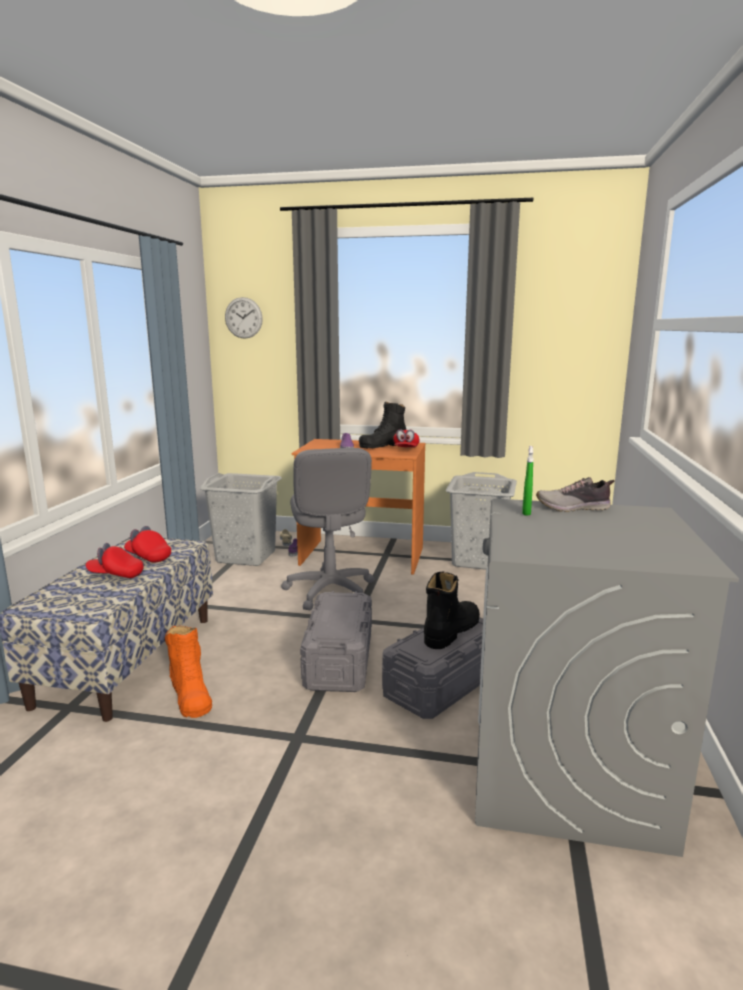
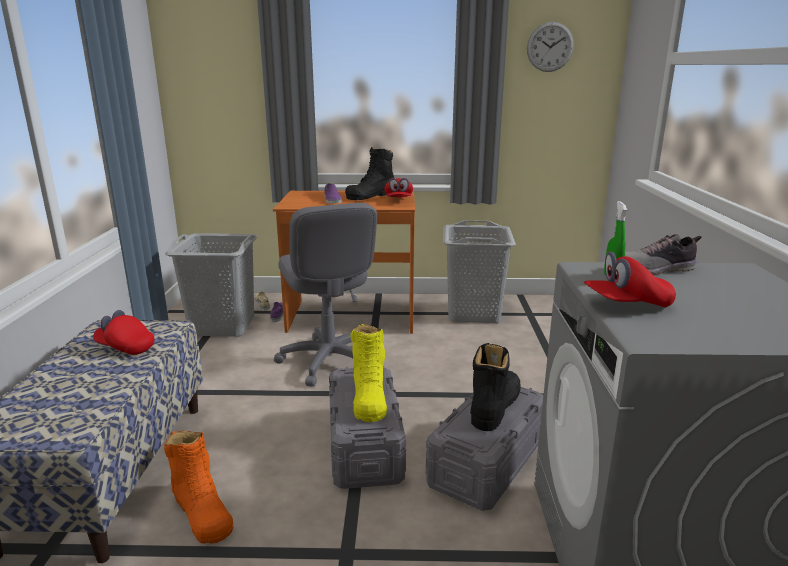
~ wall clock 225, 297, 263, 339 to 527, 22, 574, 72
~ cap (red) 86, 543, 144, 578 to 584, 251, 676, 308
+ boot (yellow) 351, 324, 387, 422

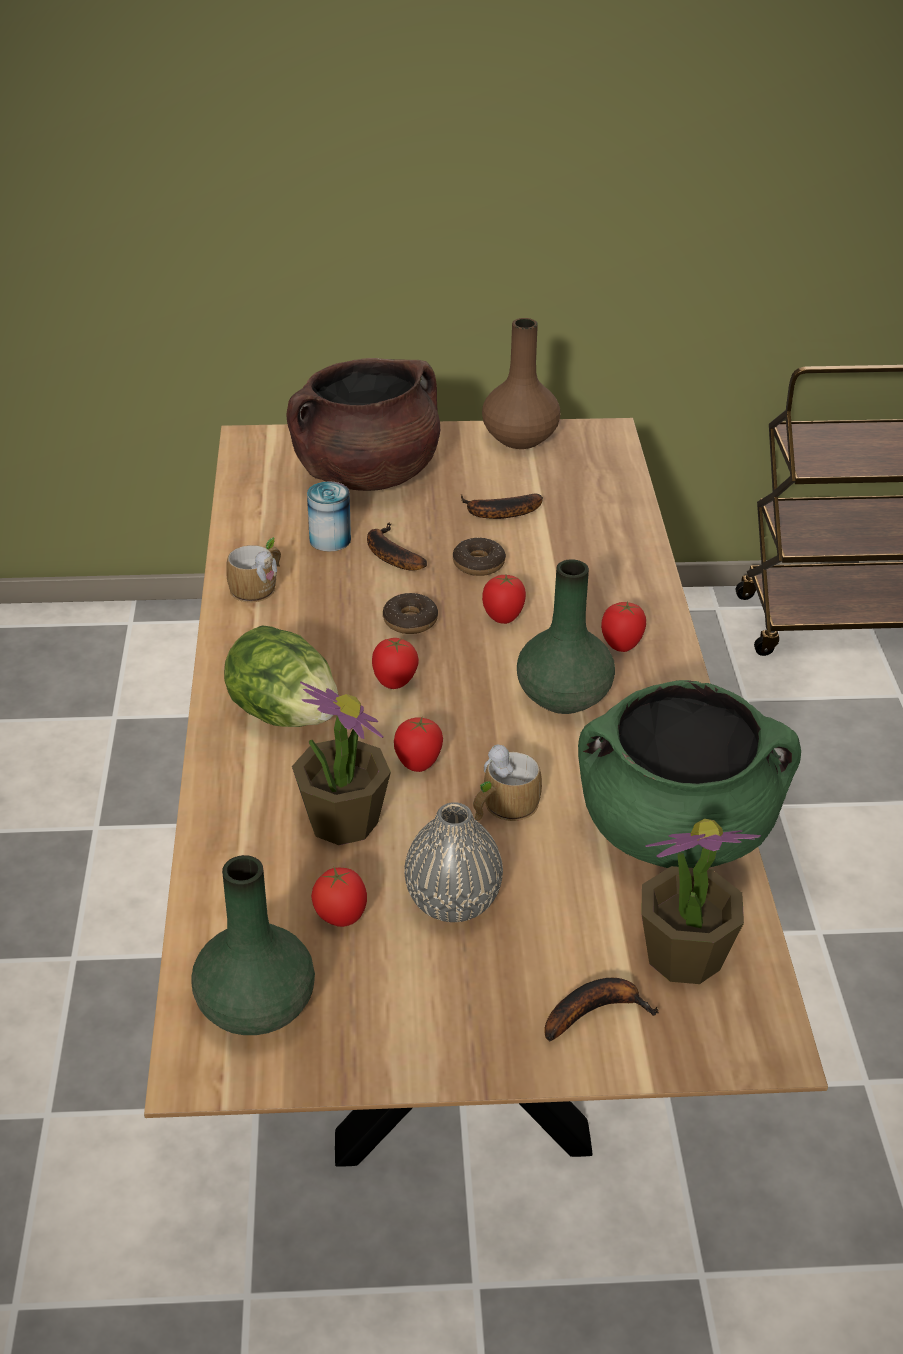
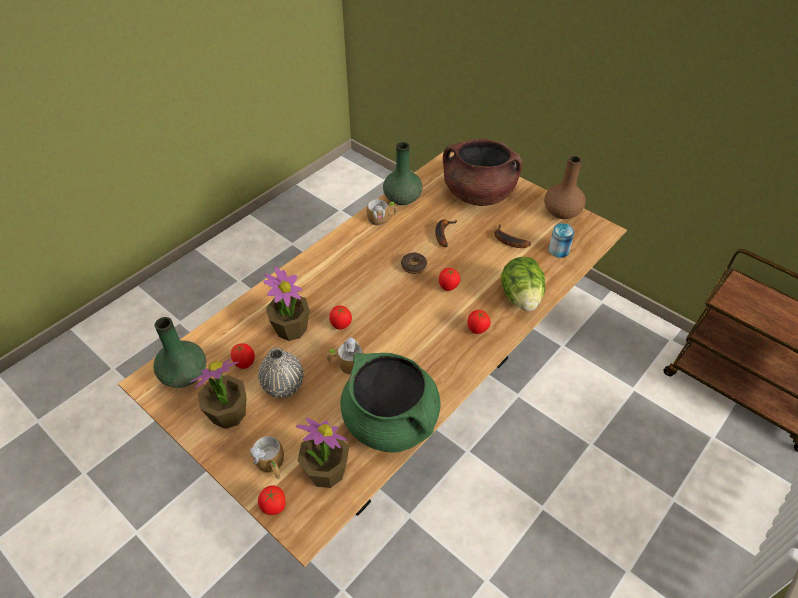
~ can 307, 481, 351, 552 to 549, 223, 575, 258
- donut 453, 538, 506, 576
~ vase (green) 517, 559, 615, 714 to 383, 142, 422, 205
~ lettuce 224, 625, 338, 727 to 501, 257, 545, 311
~ tomato 372, 638, 419, 689 to 258, 485, 286, 515
~ banana 544, 978, 659, 1042 to mug 249, 436, 284, 480
+ potted plant 190, 359, 247, 429

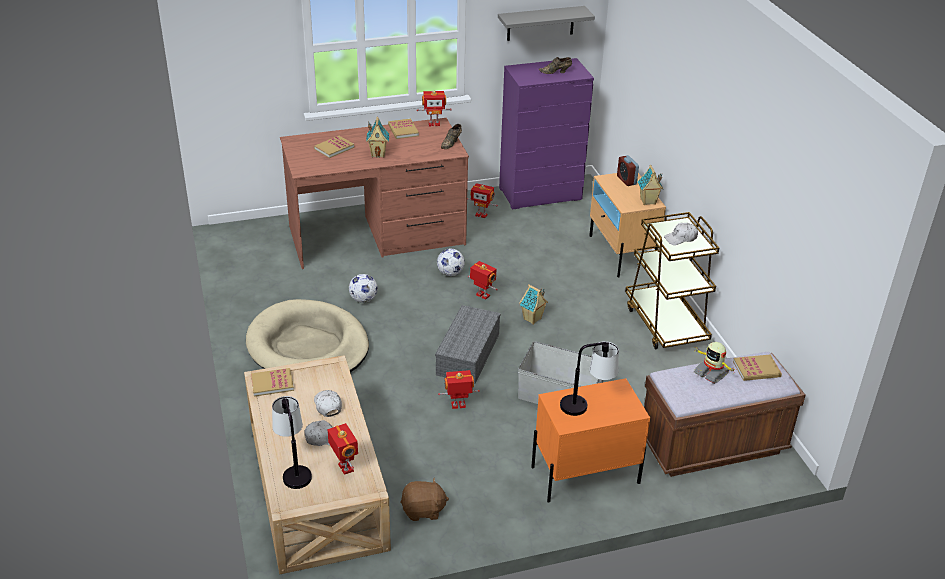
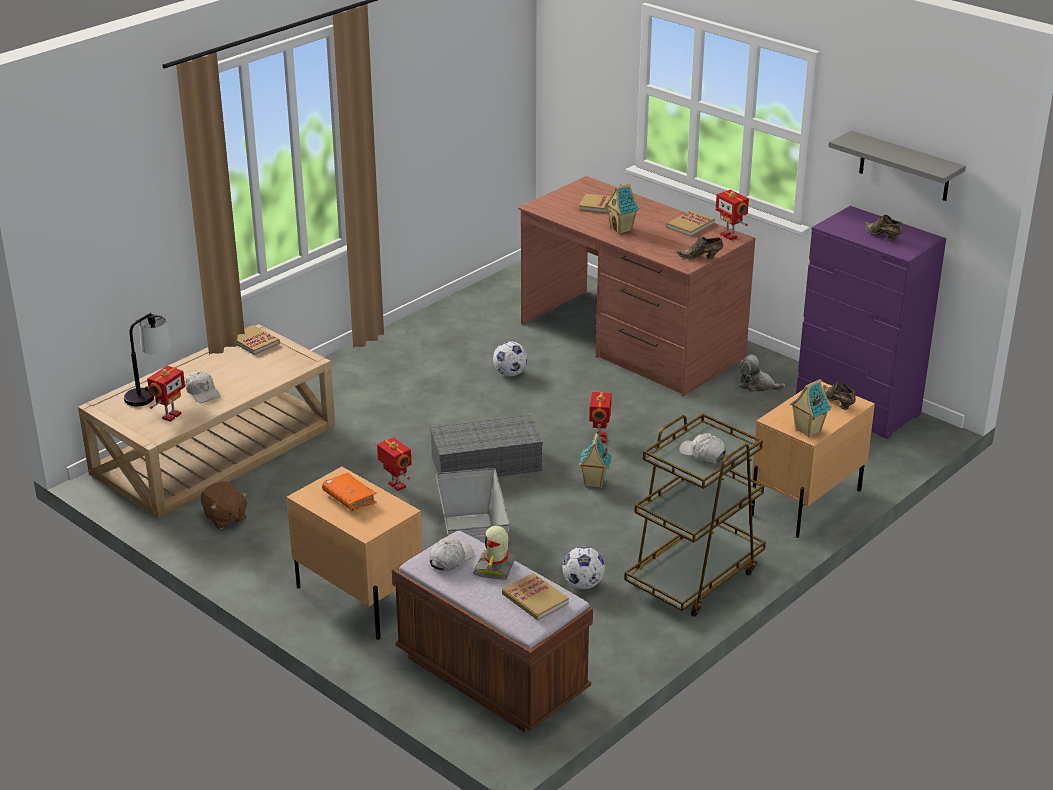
~ alarm clock 617, 155, 639, 186 to shoe (brown) 823, 381, 856, 410
~ toy robot 467, 183, 498, 218 to plush toy 739, 355, 785, 392
~ football 437, 249, 465, 276 to 562, 547, 605, 589
- dog bed (beige) 246, 299, 369, 373
~ table lamp 560, 341, 619, 416 to book (orange) 322, 473, 377, 511
~ nightstand (orange) 531, 378, 650, 503 to nightstand (beige) 286, 467, 422, 640
~ cap (white) 314, 390, 342, 417 to 430, 538, 474, 571

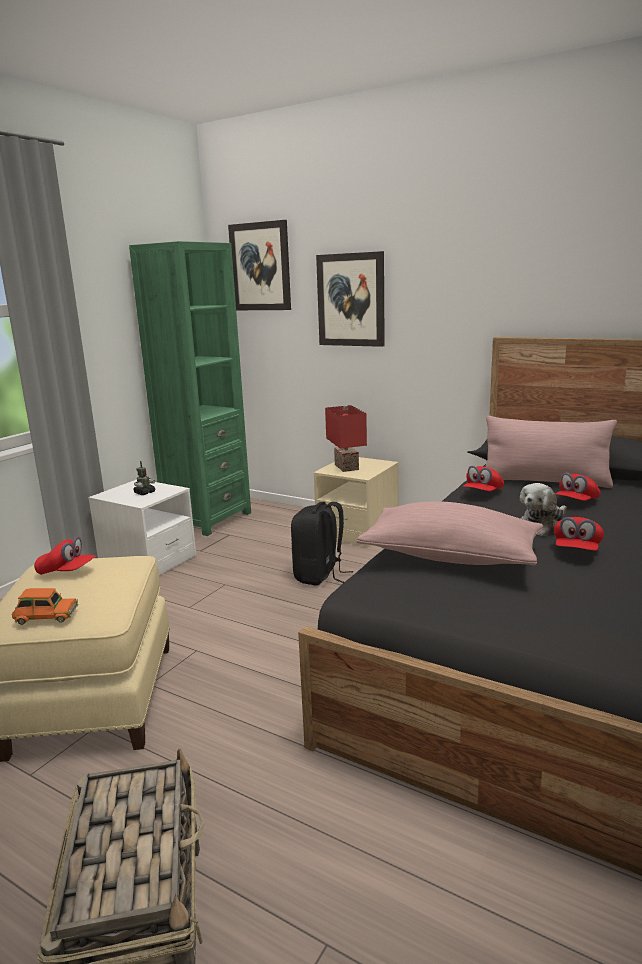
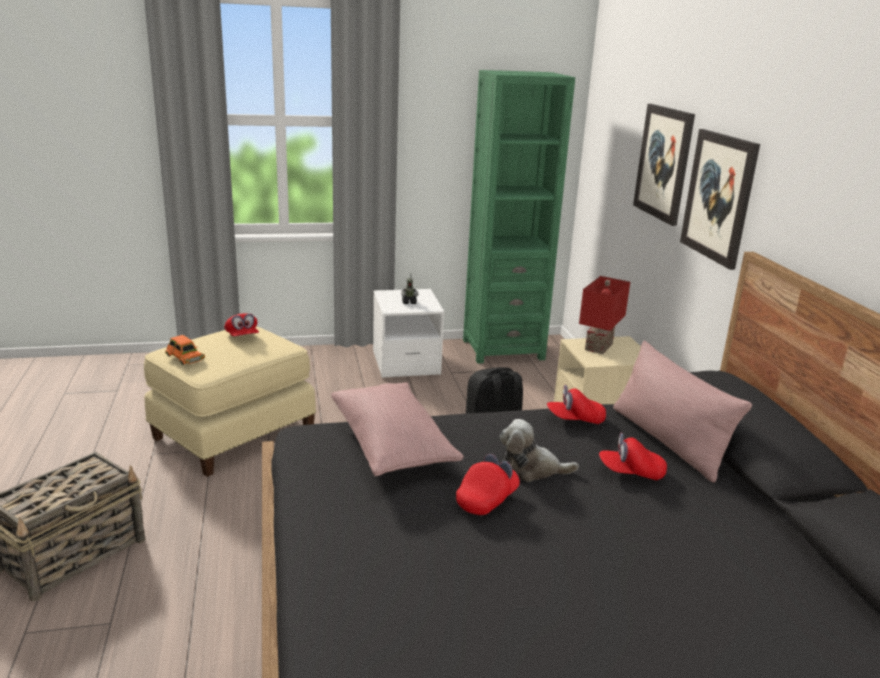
~ picture 228, 220, 291, 310 to 680, 129, 760, 270
~ cap (red) 554, 517, 604, 551 = 456, 454, 520, 515 150 degrees clockwise

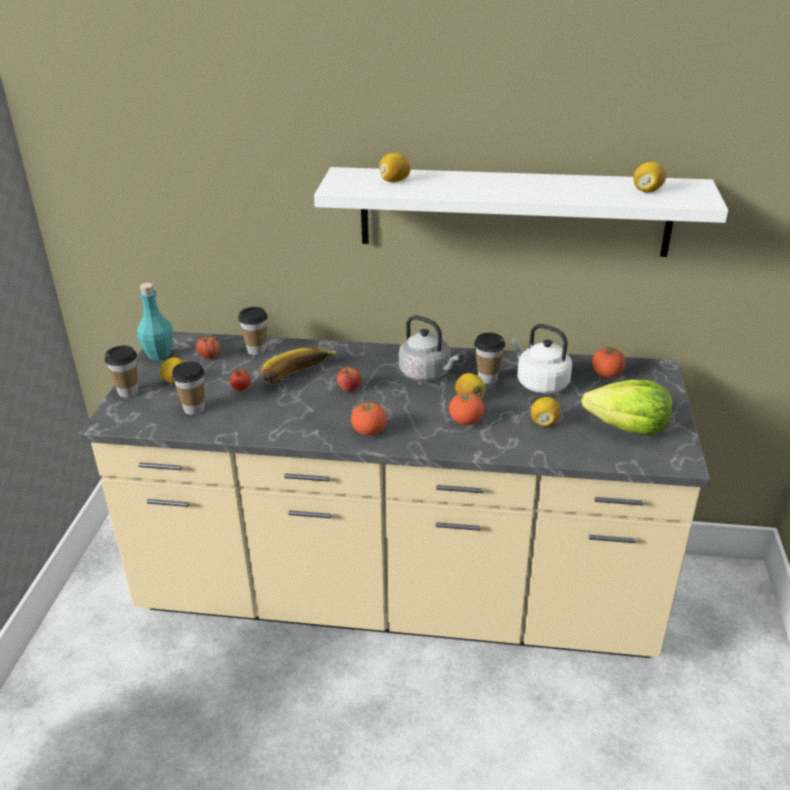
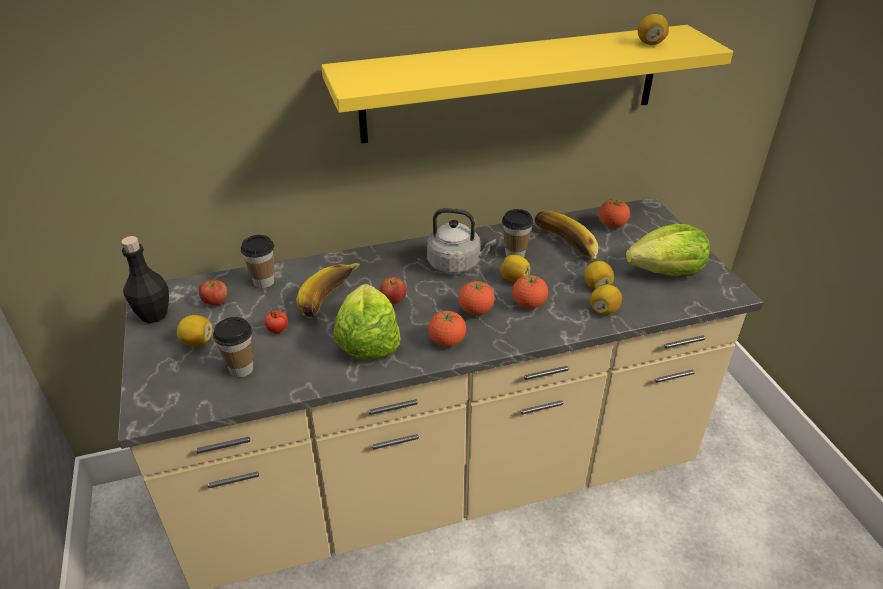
~ lemon 379, 153, 410, 182 to 590, 285, 622, 315
~ shelf (white) 314, 167, 728, 257 to shelf (yellow) 321, 25, 733, 144
~ bottle (turquoise) 137, 283, 173, 360 to bottle (black) 121, 236, 169, 323
~ kettle (white) 512, 324, 572, 394 to banana 535, 211, 598, 260
- cup 104, 345, 138, 397
+ tomato 458, 281, 495, 315
+ lettuce 334, 284, 401, 360

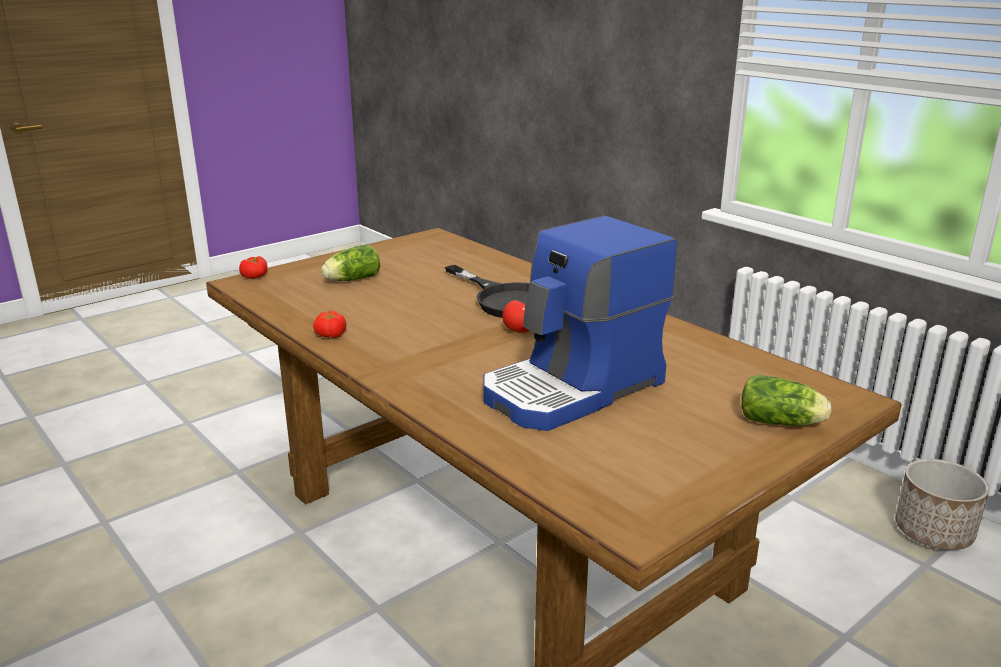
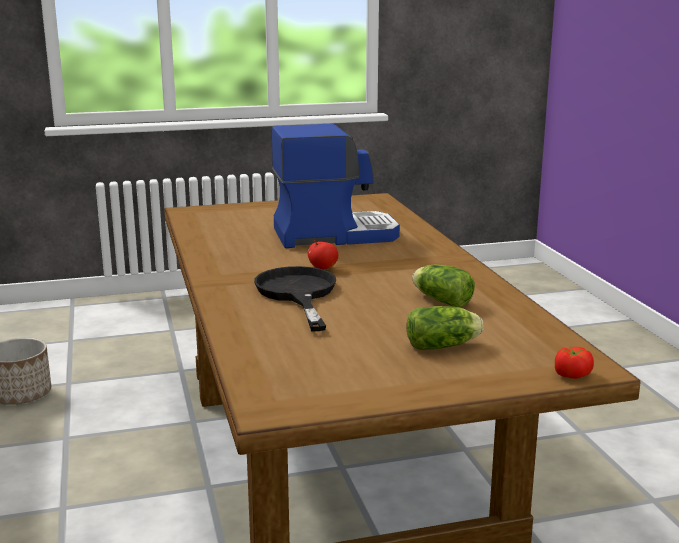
- tomato 313, 311, 346, 338
~ lettuce 742, 375, 831, 426 to 412, 264, 475, 307

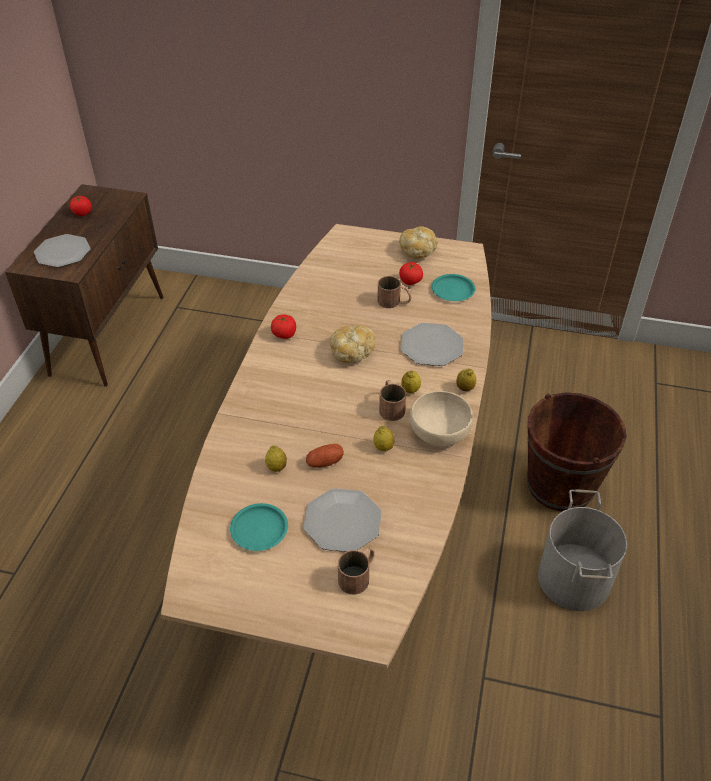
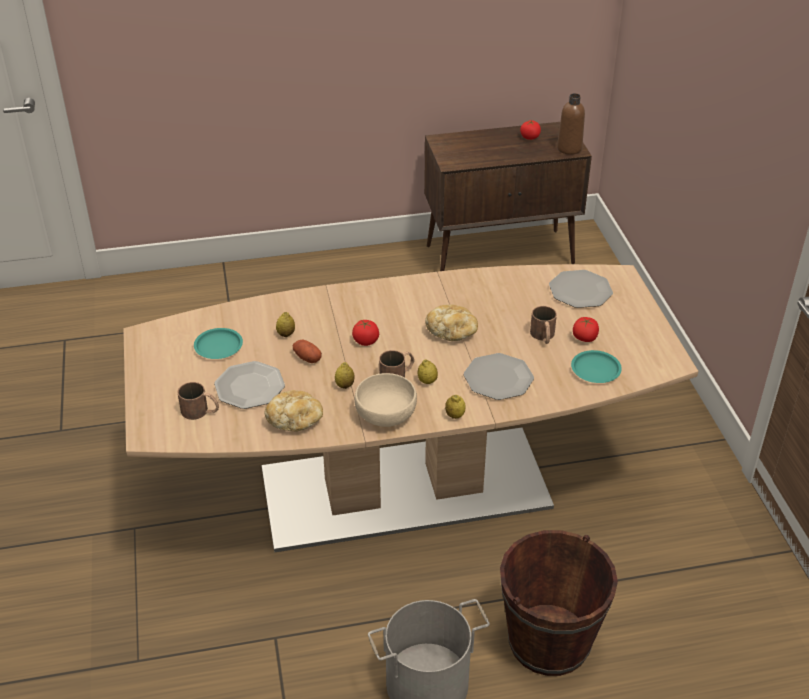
~ bread 399, 226, 438, 259 to 264, 390, 323, 432
~ plate 34, 234, 91, 267 to 549, 270, 613, 308
~ tomato 271, 314, 296, 339 to 352, 320, 379, 346
+ bottle (brown) 557, 93, 585, 155

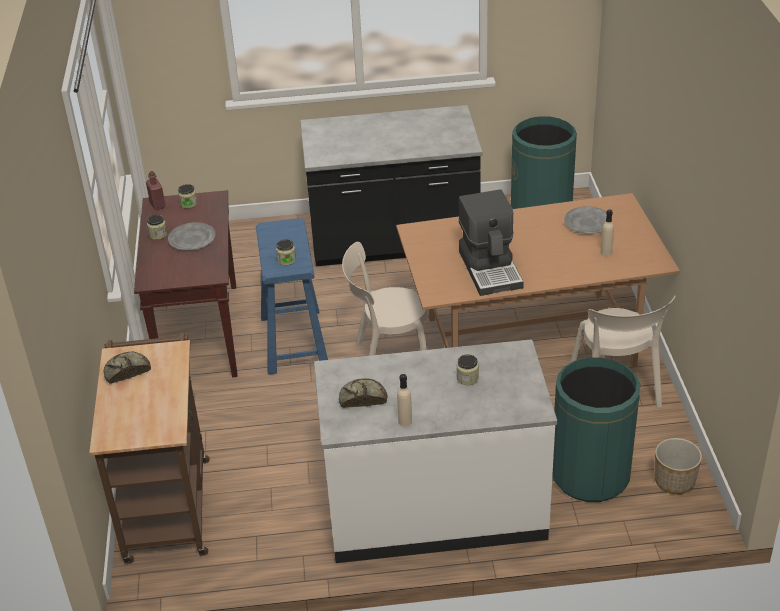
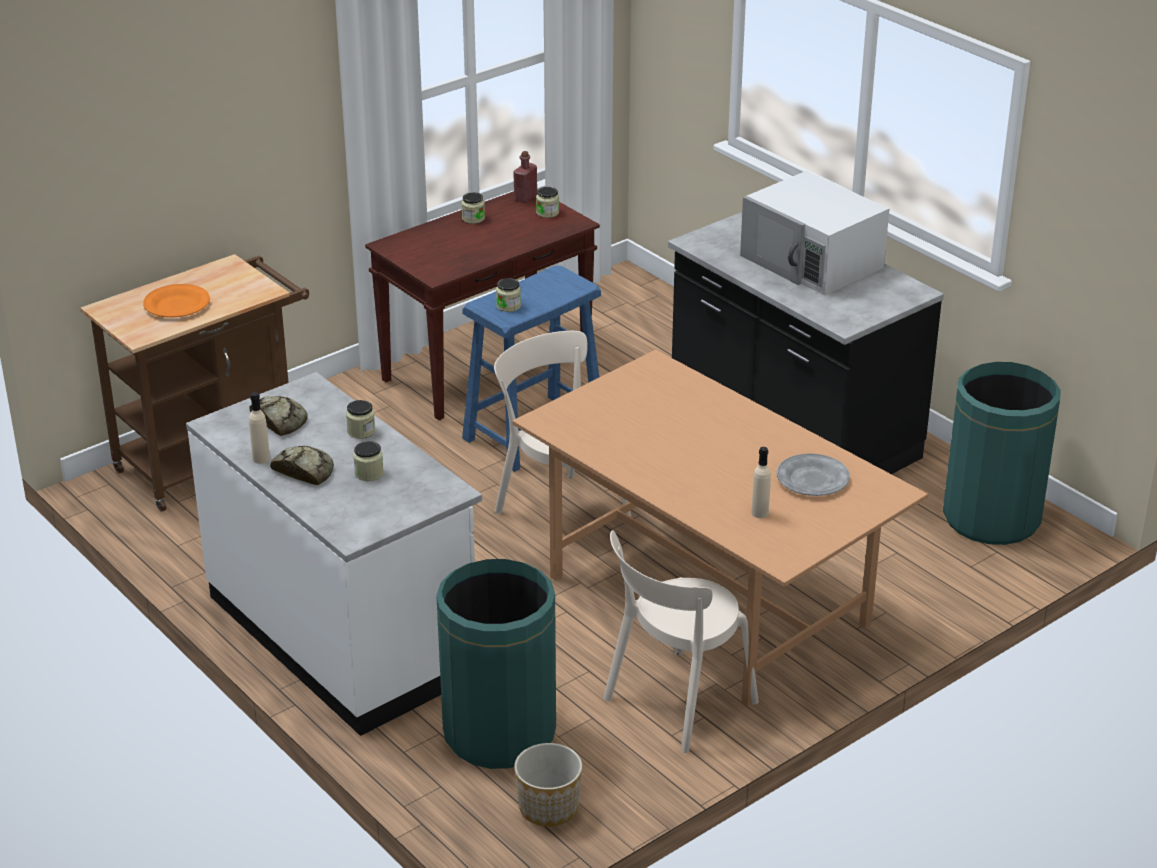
- coffee machine 458, 190, 524, 296
- plate (grey) 168, 222, 216, 250
~ bread 103, 352, 151, 384 to 270, 446, 334, 485
+ microwave (white) 740, 171, 889, 296
+ plate (orange) 143, 284, 210, 317
+ jar 346, 400, 375, 439

